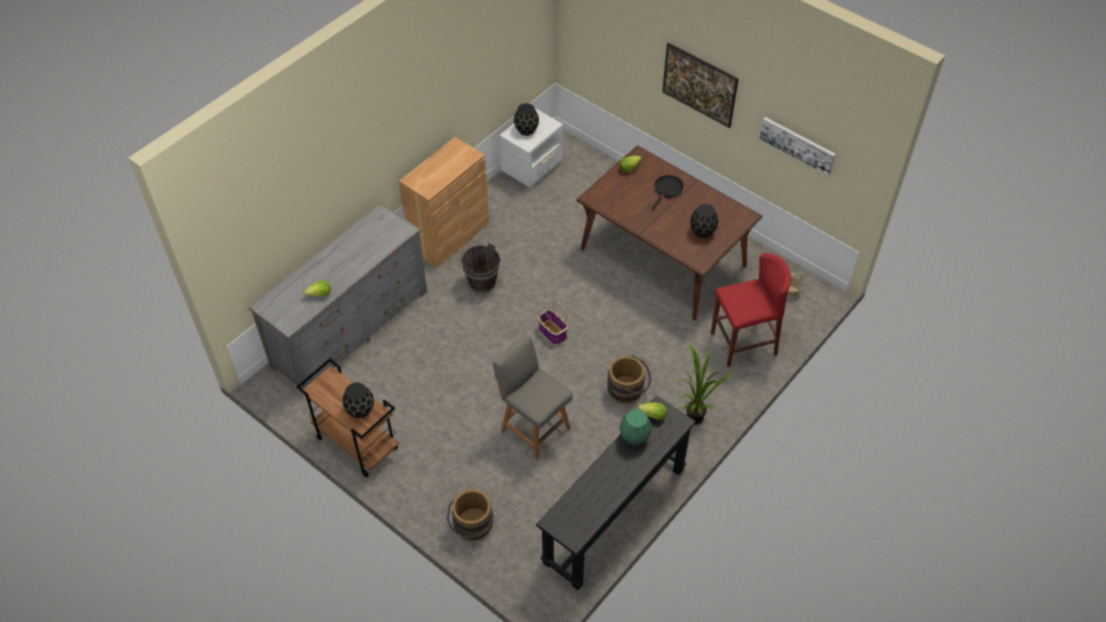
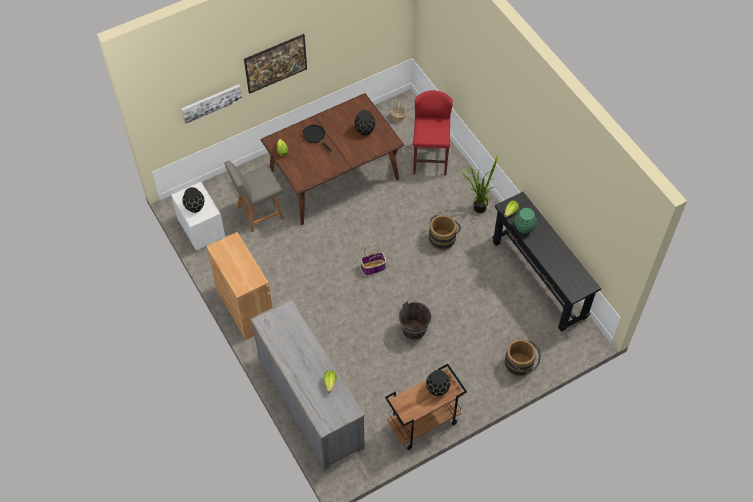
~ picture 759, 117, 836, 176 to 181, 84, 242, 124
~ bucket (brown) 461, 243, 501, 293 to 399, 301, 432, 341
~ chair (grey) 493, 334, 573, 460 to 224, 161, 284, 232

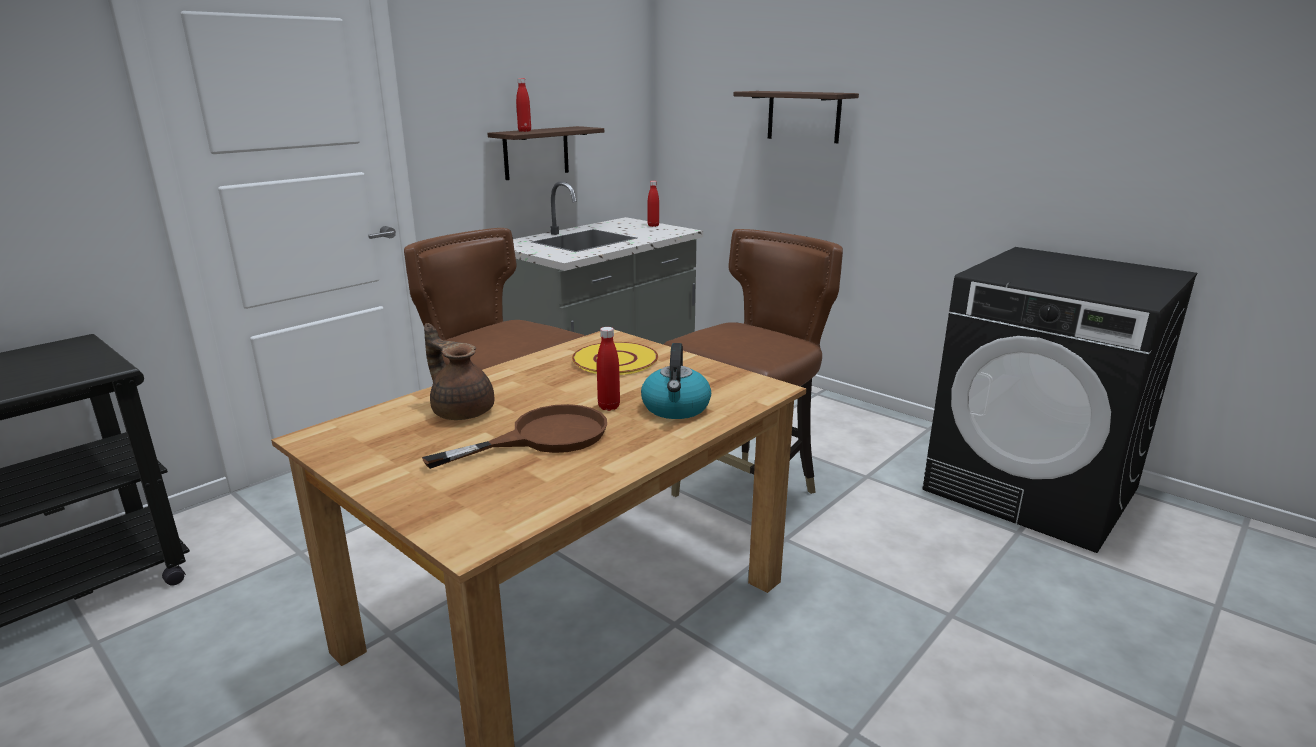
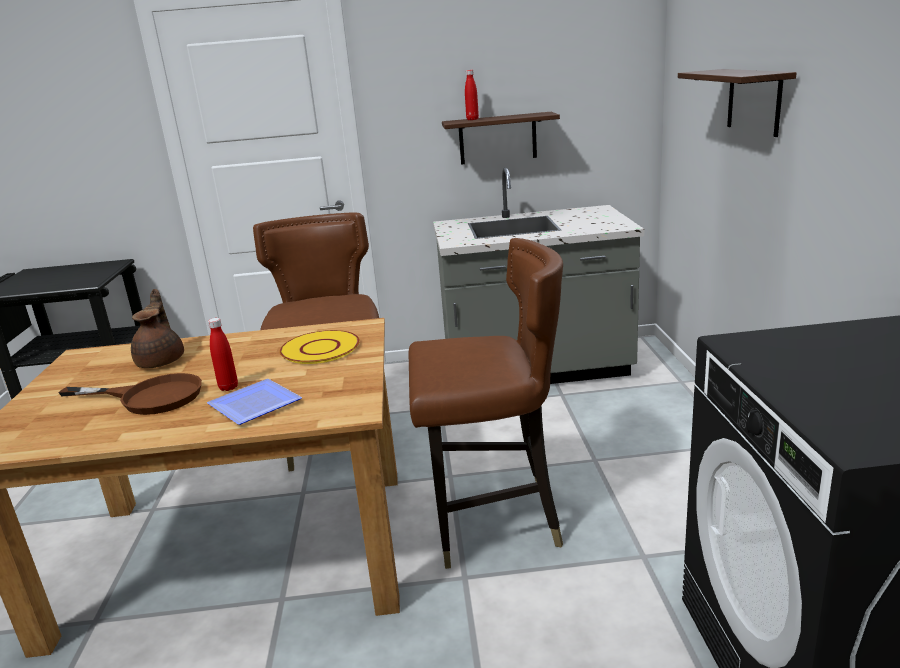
- bottle (red) 647, 181, 659, 227
~ kettle 641, 343, 711, 419 to plate 207, 379, 302, 425

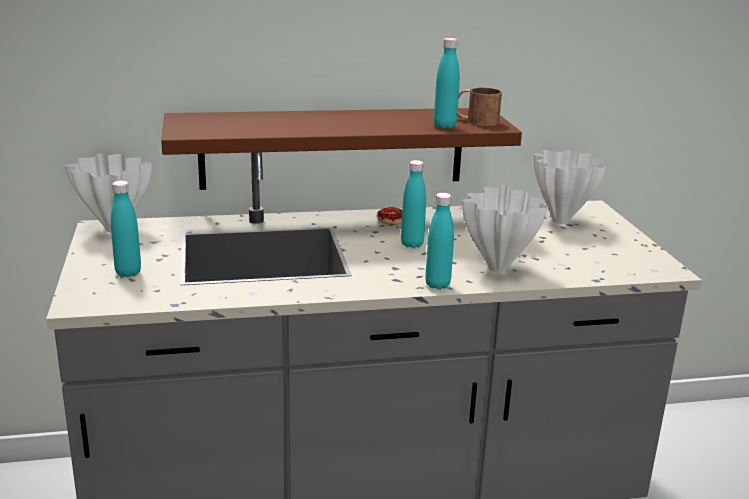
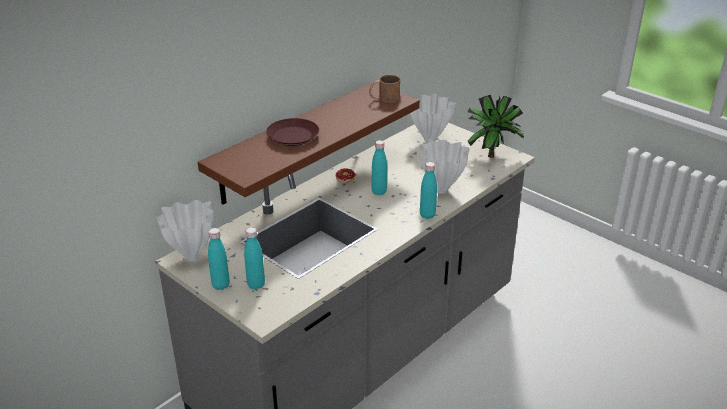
~ bottle (turquoise) 434, 38, 460, 129 to 208, 228, 230, 290
+ potted plant 467, 95, 524, 158
+ plate (brown) 266, 118, 319, 146

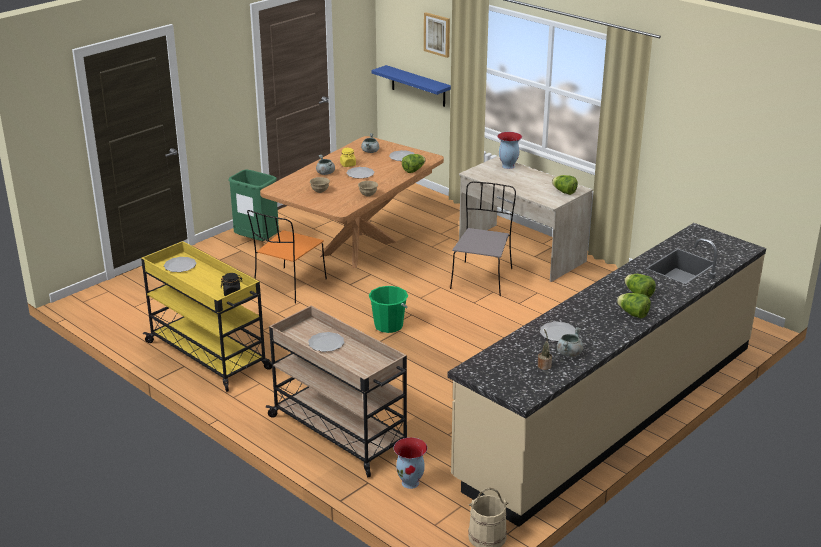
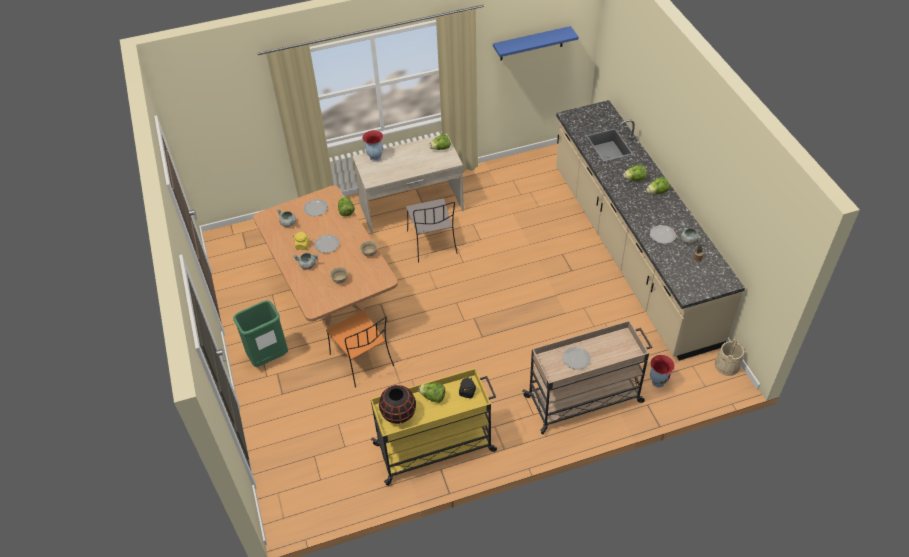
- picture 424, 12, 450, 58
~ shelf (blue) 371, 65, 451, 107 to 493, 26, 579, 60
~ chair (grey) 450, 181, 516, 296 = 406, 198, 458, 263 150 degrees counterclockwise
~ plate 164, 257, 196, 272 to vase (black) 379, 385, 416, 424
- bucket (green) 368, 286, 408, 333
+ lettuce 419, 383, 445, 403

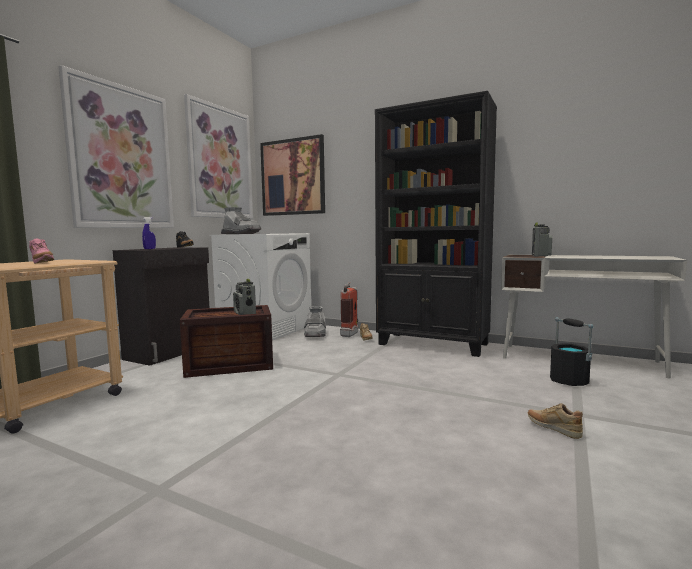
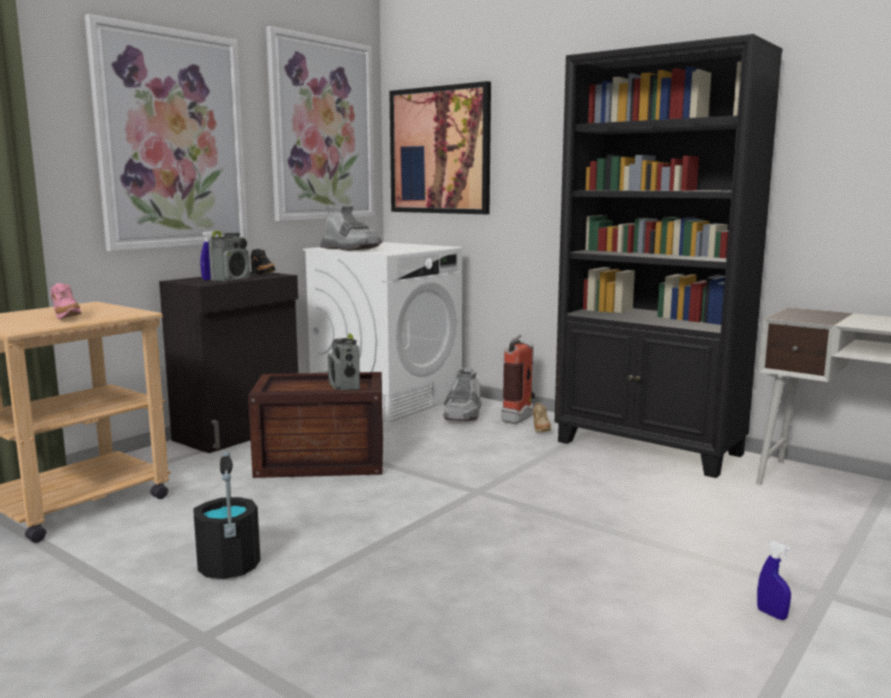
~ radio 532, 222, 552, 256 to 208, 231, 250, 282
~ bucket (black) 550, 317, 594, 386 to 193, 451, 260, 579
~ shoe (beige) 528, 403, 583, 439 to spray bottle (blue) 757, 541, 792, 620

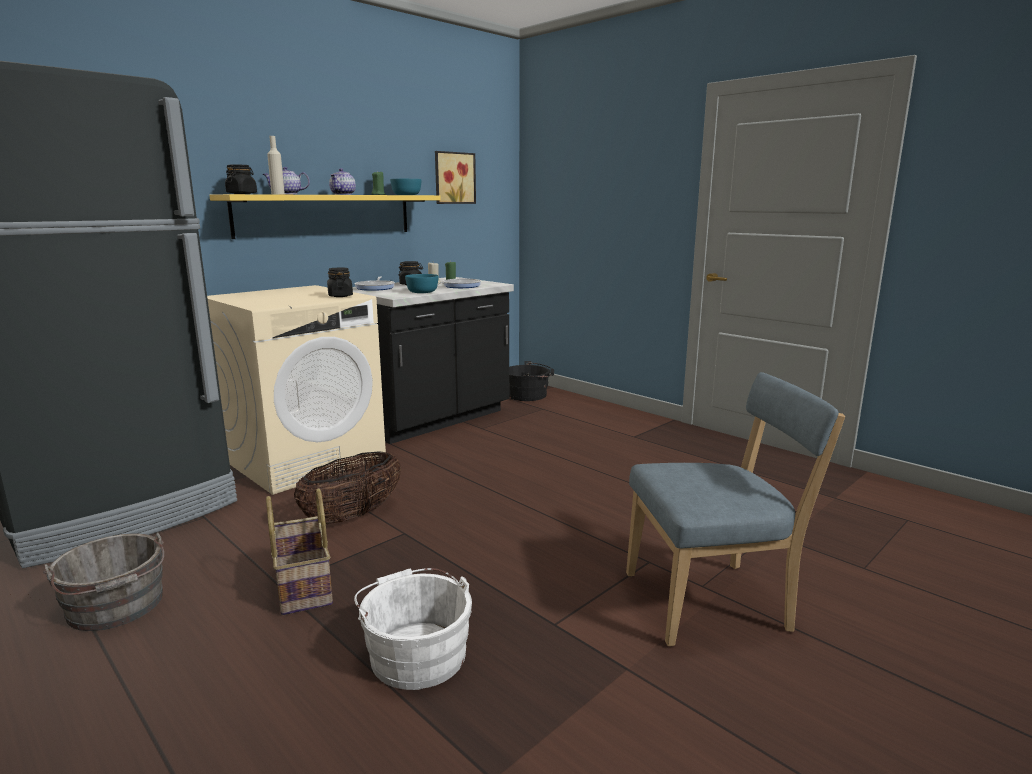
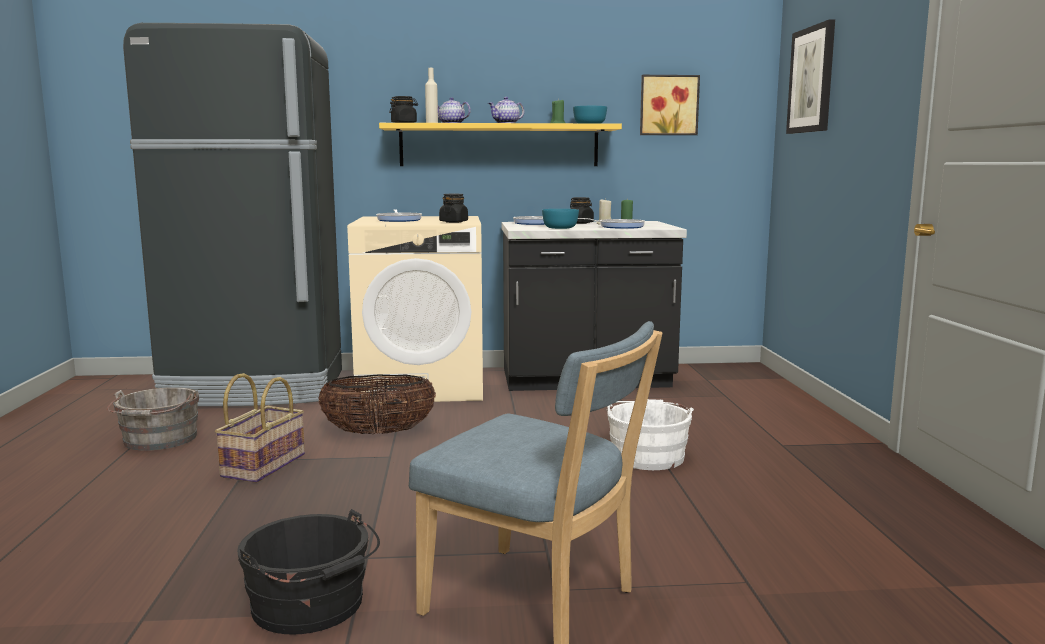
~ bucket (black) 509, 361, 554, 401 to 237, 509, 380, 635
~ bucket (white) 354, 568, 472, 690 to 607, 399, 694, 470
+ picture 786, 19, 835, 134
+ frying pan 376, 210, 422, 222

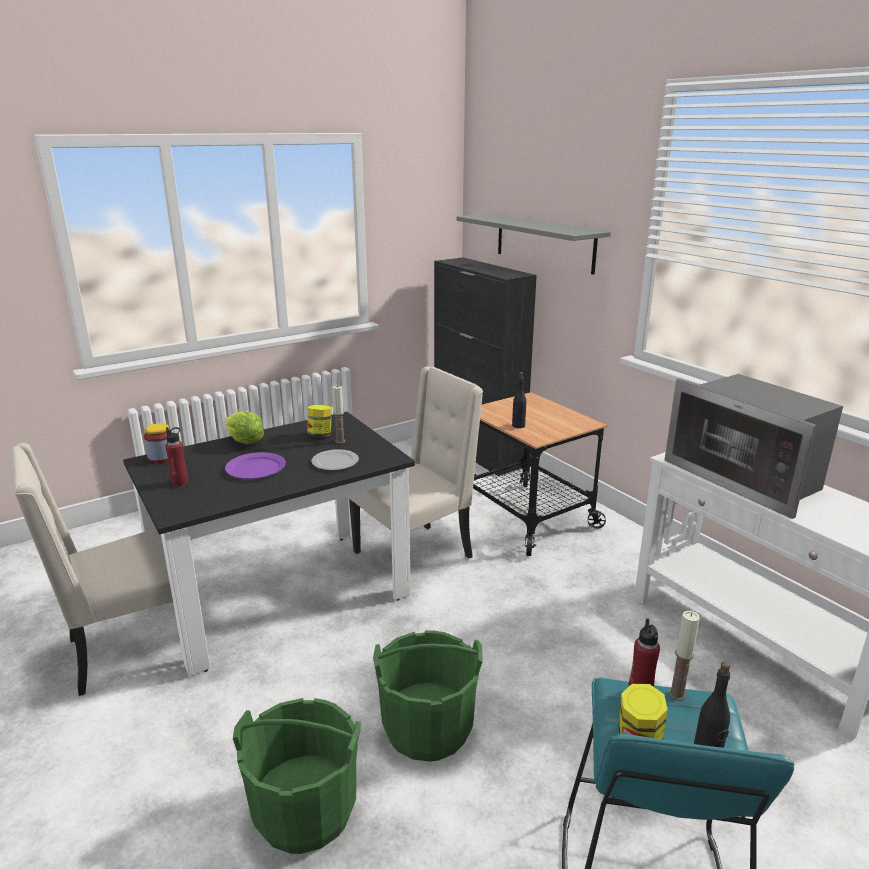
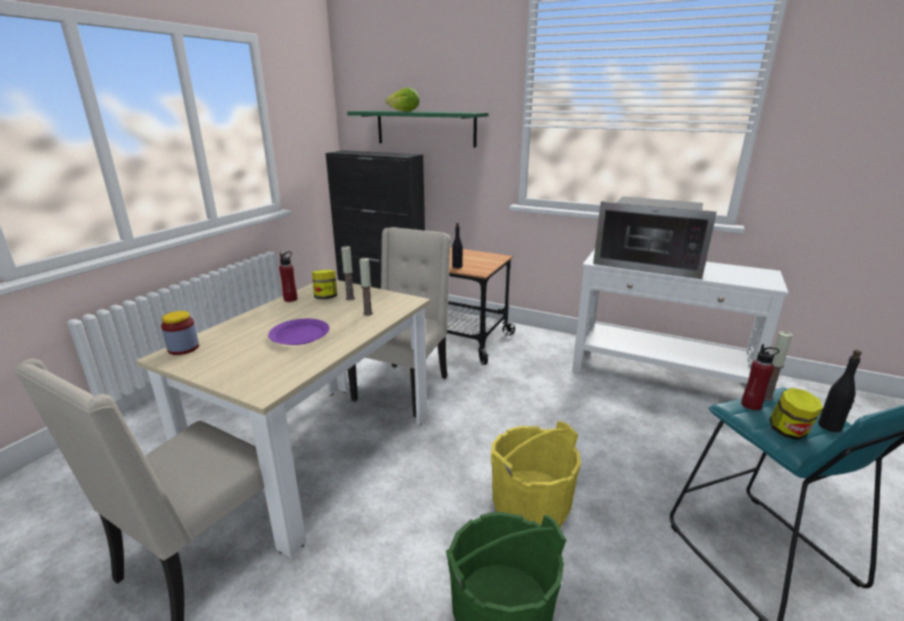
~ shelf (grey) 457, 214, 611, 275 to shelf (green) 347, 111, 489, 148
~ lettuce 225, 411, 264, 445 to 386, 88, 420, 112
~ dining table (black) 123, 412, 415, 676 to dining table (beige) 136, 280, 430, 557
~ bottle (red) 165, 427, 188, 486 to 279, 252, 298, 302
~ plate 311, 449, 359, 470 to candle 359, 258, 373, 316
~ bucket (green) 373, 630, 483, 762 to bucket (yellow) 491, 421, 581, 528

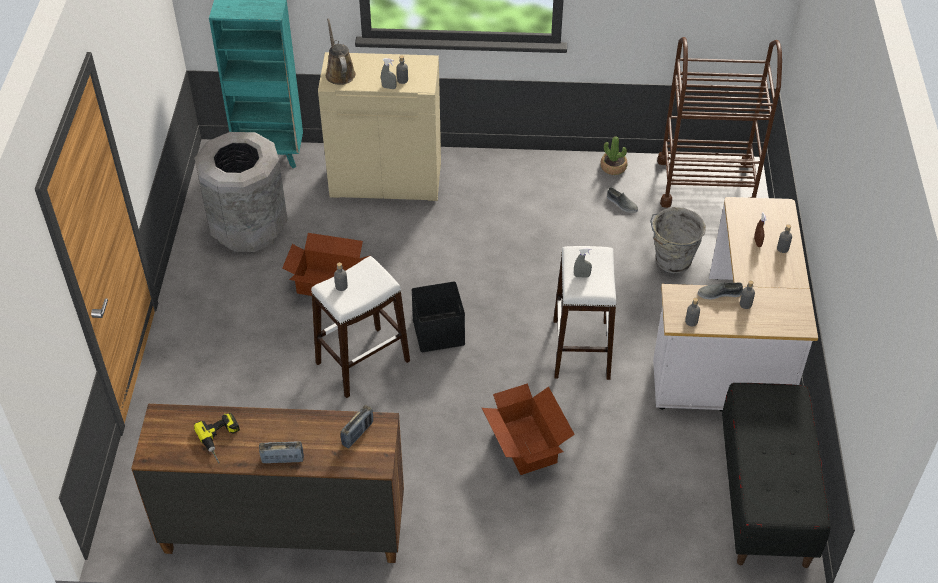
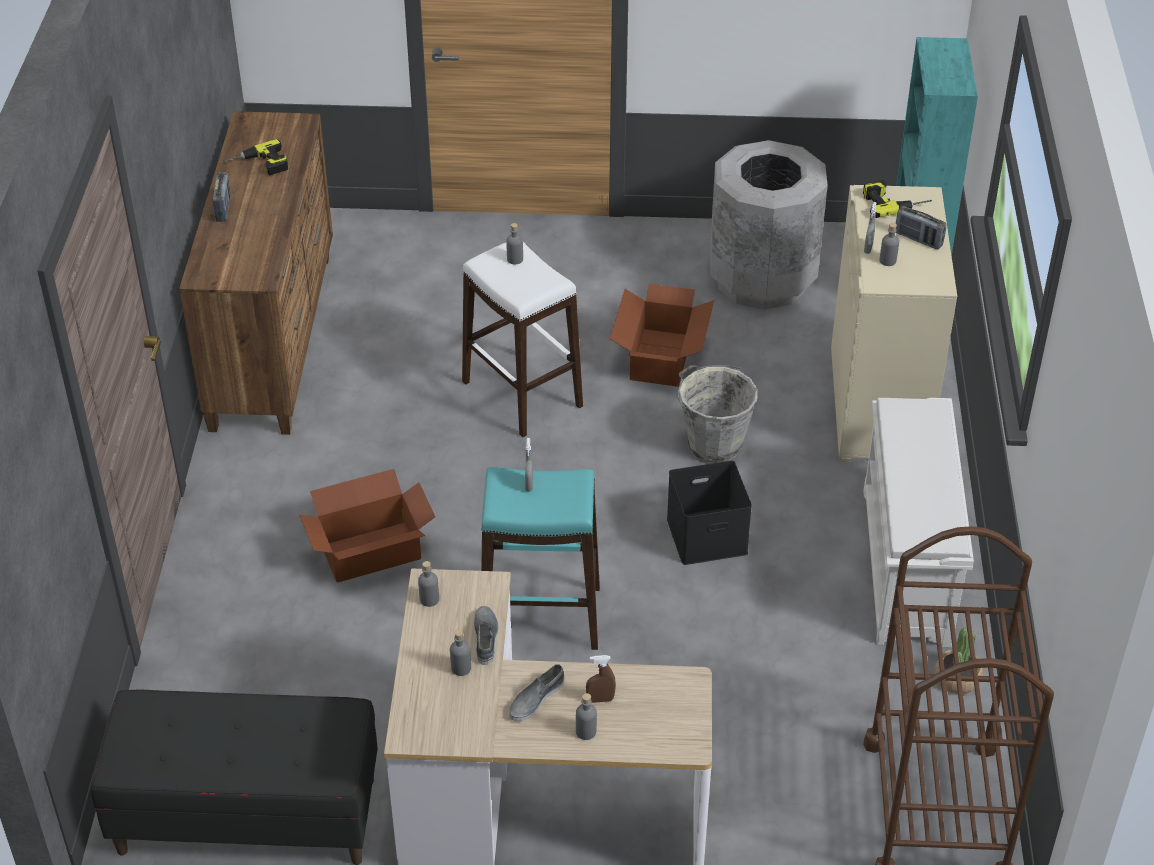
~ watering can (brown) 326, 18, 356, 85 to power drill 863, 180, 932, 218
~ shoe (grey) 607, 187, 638, 213 to 509, 664, 564, 721
~ bucket (grey) 651, 207, 706, 273 to 678, 365, 757, 464
~ stool (white) 553, 246, 616, 380 to stool (turquoise) 481, 467, 600, 650
~ storage box (black) 411, 282, 465, 352 to 667, 461, 752, 565
~ radio 341, 405, 373, 448 to 896, 206, 946, 249
+ shoe rack (white) 863, 398, 974, 647

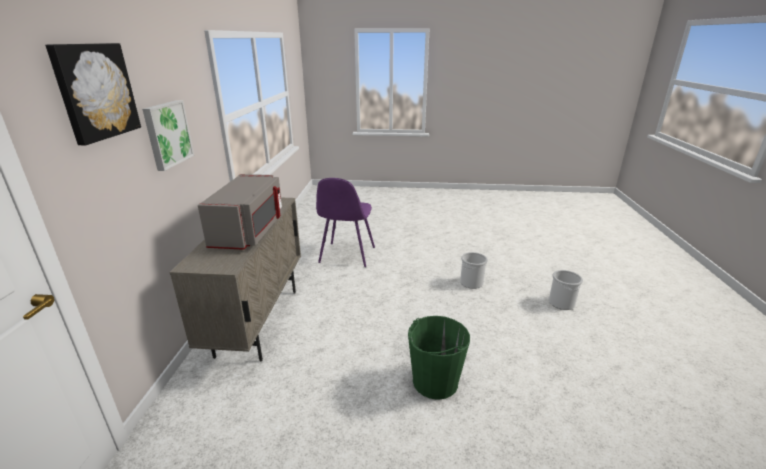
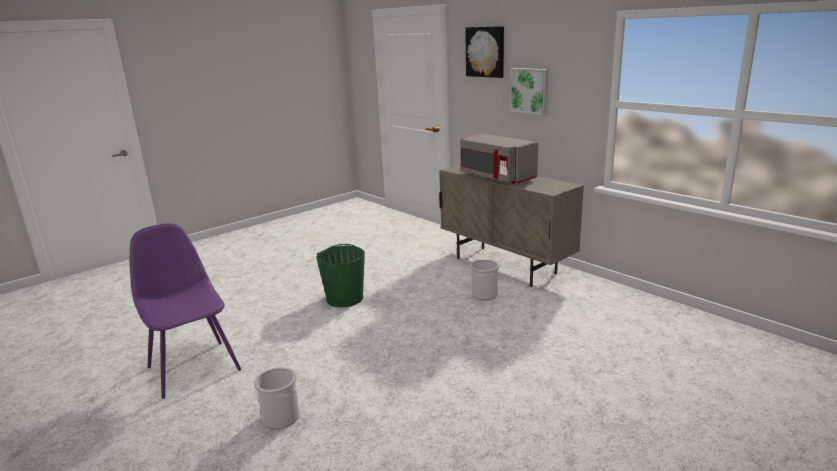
~ chair (purple) 316, 178, 375, 267 to 130, 223, 241, 399
~ bucket 460, 252, 488, 289 to 470, 259, 499, 300

